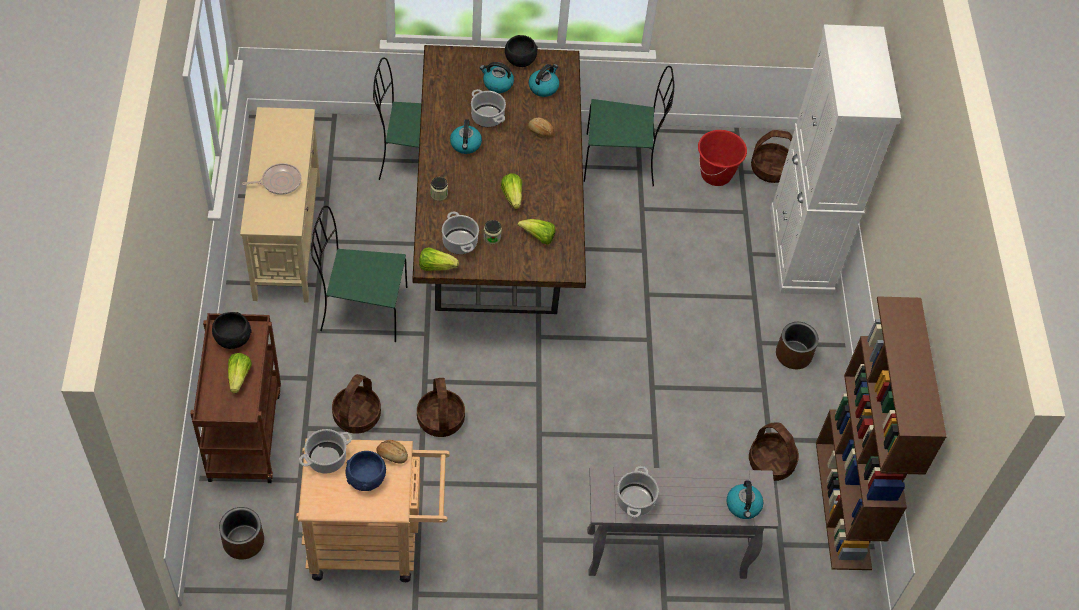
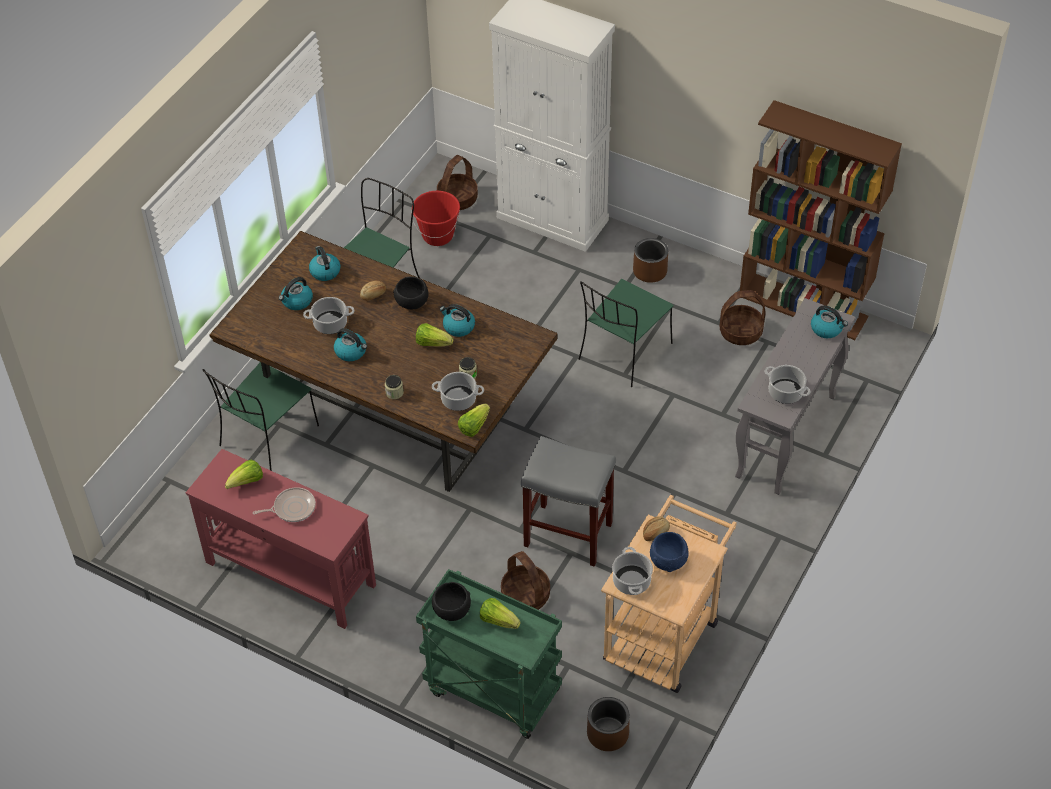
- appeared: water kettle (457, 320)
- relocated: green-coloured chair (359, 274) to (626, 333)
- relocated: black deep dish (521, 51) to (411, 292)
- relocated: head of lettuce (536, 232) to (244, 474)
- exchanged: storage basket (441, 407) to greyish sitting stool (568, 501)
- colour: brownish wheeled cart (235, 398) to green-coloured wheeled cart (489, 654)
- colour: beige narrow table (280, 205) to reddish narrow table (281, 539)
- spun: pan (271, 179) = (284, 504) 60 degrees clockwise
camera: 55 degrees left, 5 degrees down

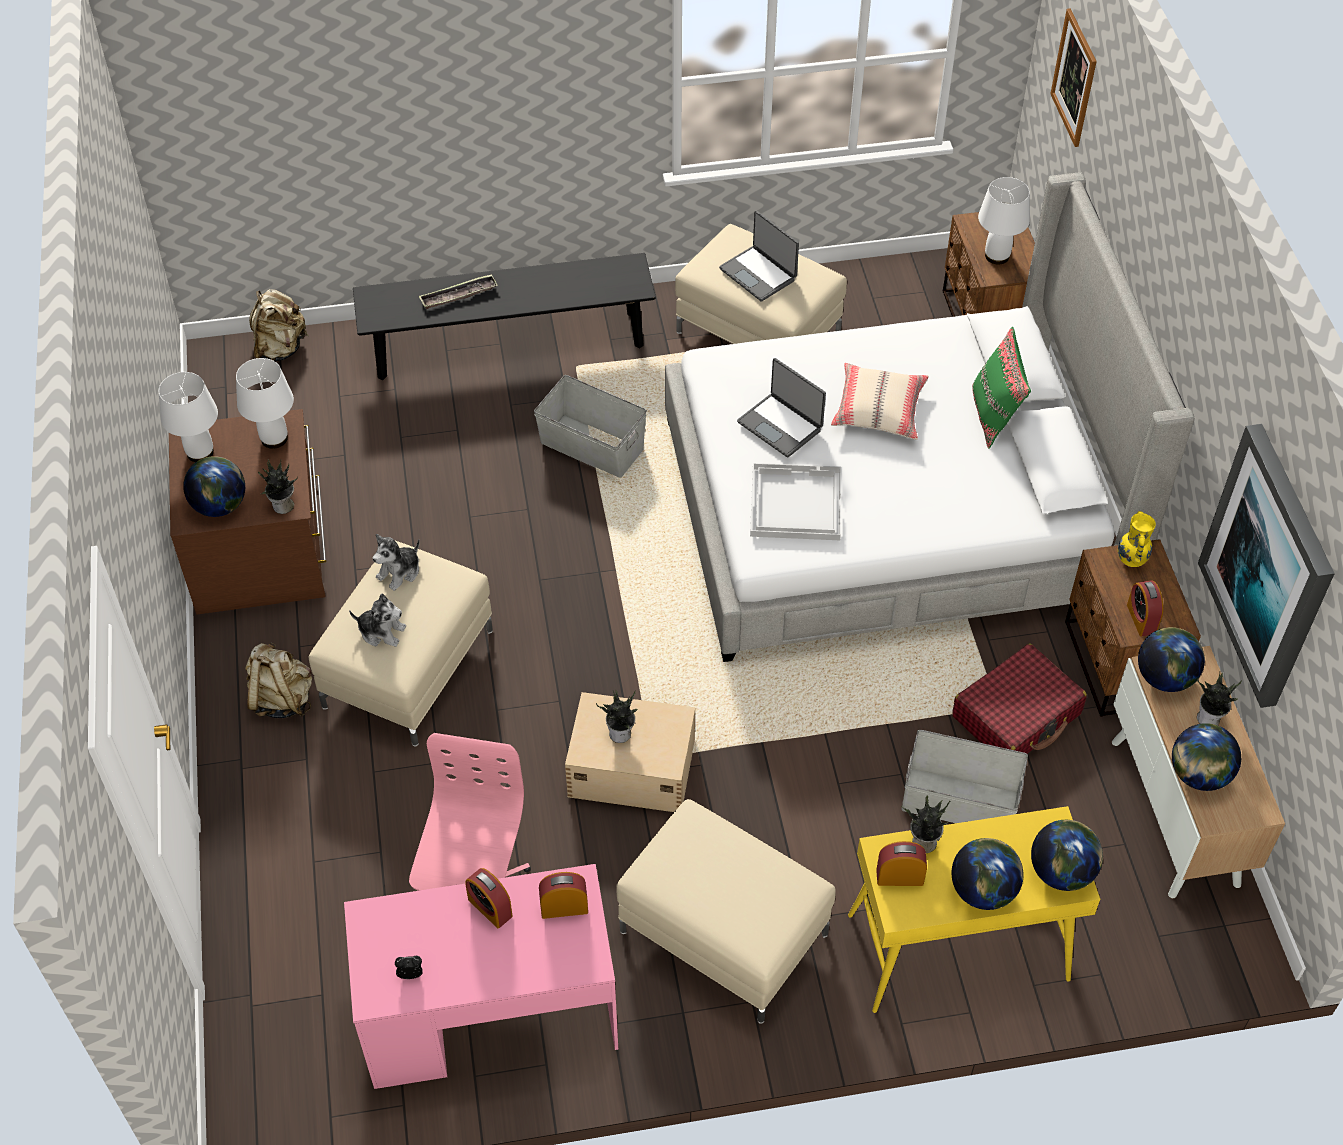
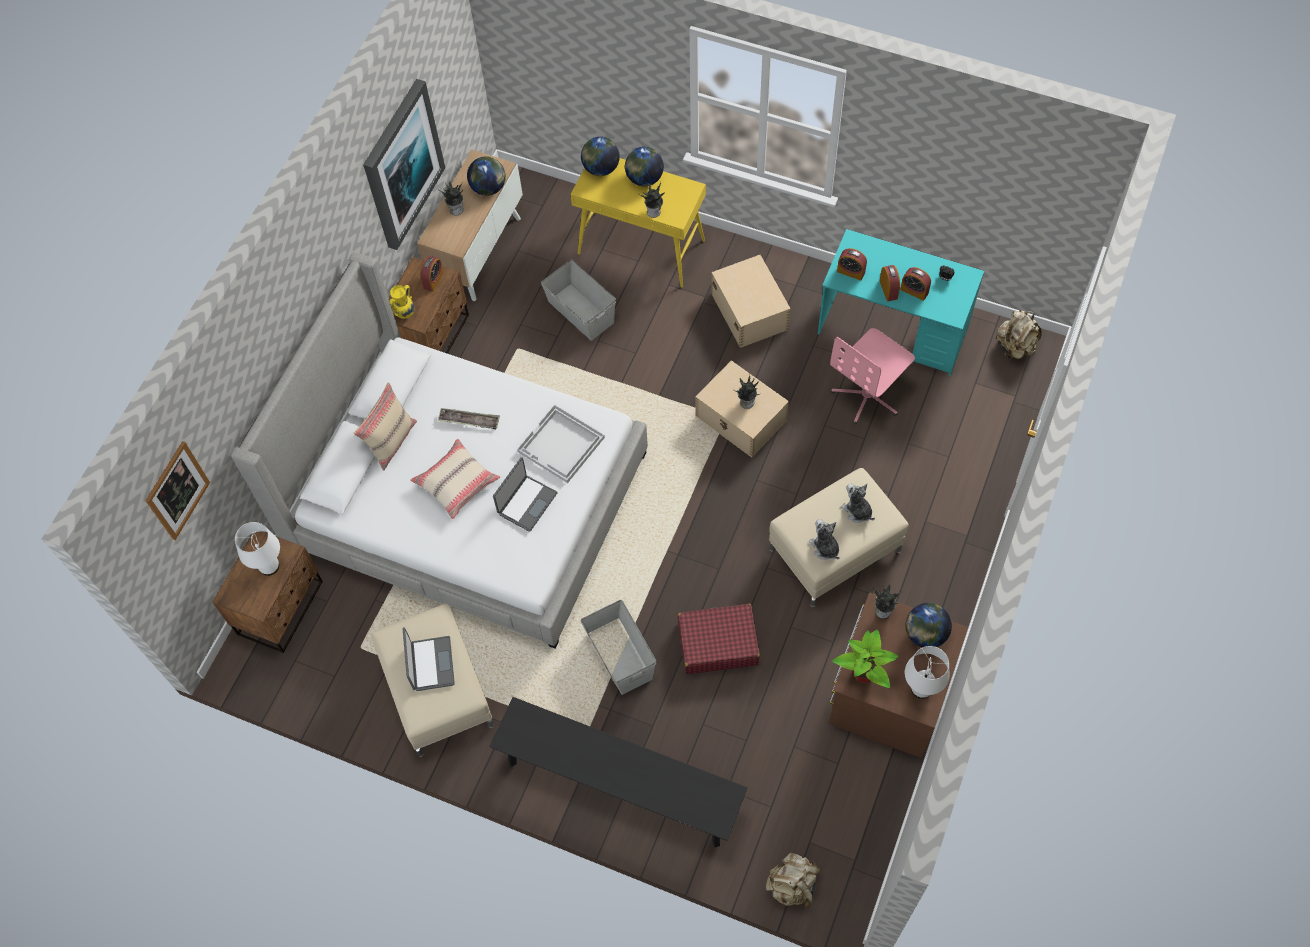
- missing: desk globe (1171, 659)
- relocated: beige backpack (278, 680) to (1019, 334)
- relocated: tray (458, 291) to (469, 419)
- relocated: table clock (901, 863) to (915, 284)
- relocated: reddish travel case (1019, 698) to (719, 639)
- exchanged: white table lamp (265, 403) to houseplant (865, 659)
- exchanged: beige footrest (726, 911) to beige storage box (751, 301)
- colour: pink-coloured desk table (481, 976) to blue-green desk table (901, 302)
- colour: green-coloured cushion (1001, 388) to beige cushion (385, 426)
- spun: cuddly toy (396, 562) = (824, 539) 105 degrees counterclockwise
- spun: notebook computer (781, 407) = (525, 494) 45 degrees clockwise
camera: 145 degrees left, 10 degrees up

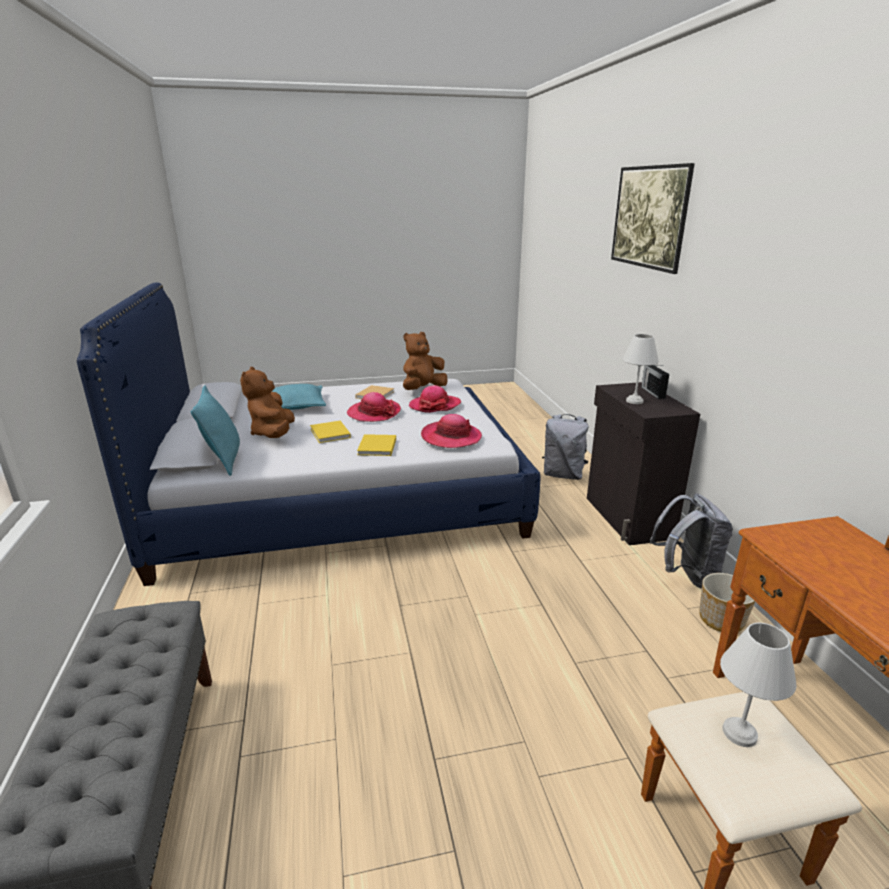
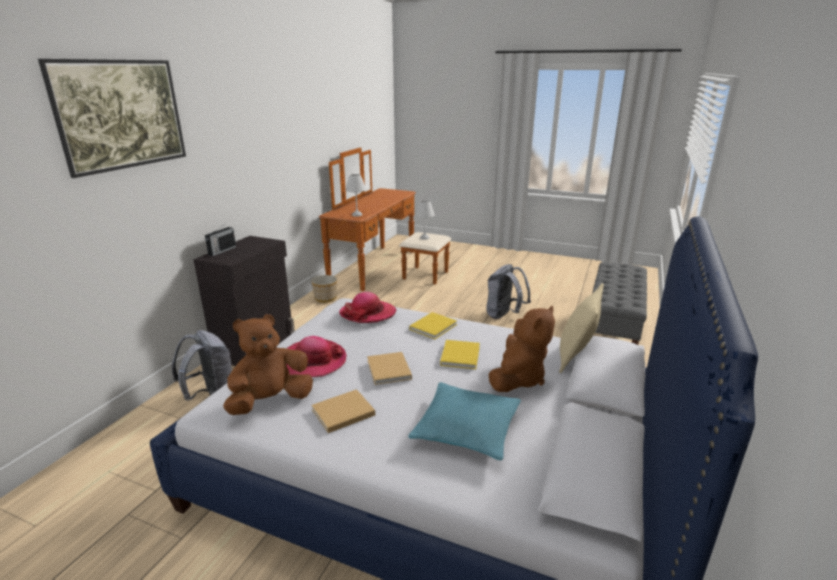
- relocated: white table lamp (640, 369) to (355, 195)
- relocated: greyish backpack (691, 541) to (508, 291)
- exchanged: hat (374, 407) to beige bound book (389, 368)
- colour: blue-green cushion (215, 430) to beige cushion (581, 328)
- spun: brownish cuddly toy (425, 361) = (268, 364) 150 degrees clockwise
camera: 145 degrees left, 0 degrees up

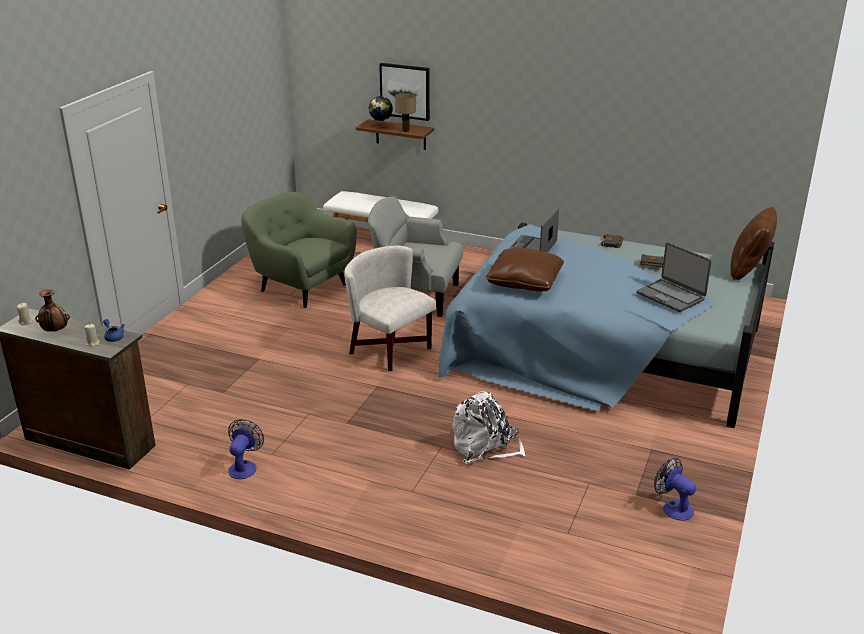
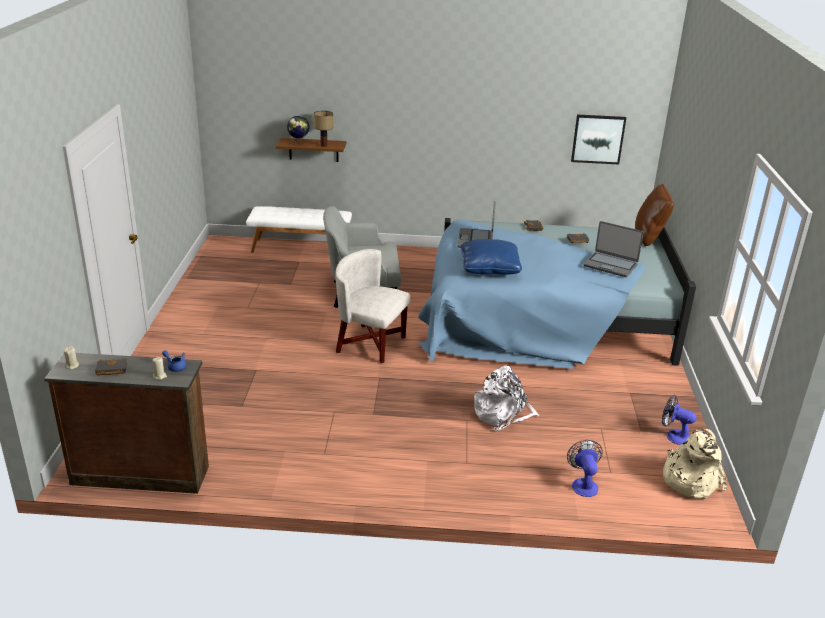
- missing: green-coloured armchair (299, 250)
- appeared: beige backpack (695, 464)
- relocated: fan (246, 449) to (585, 468)
- relocated: picture (404, 92) to (598, 139)
- exchanged: flower vase (52, 310) to black bound book (111, 367)
- colour: brownish cushion (525, 270) to blue-coloured cushion (491, 257)
camera: 20 degrees left, 0 degrees up

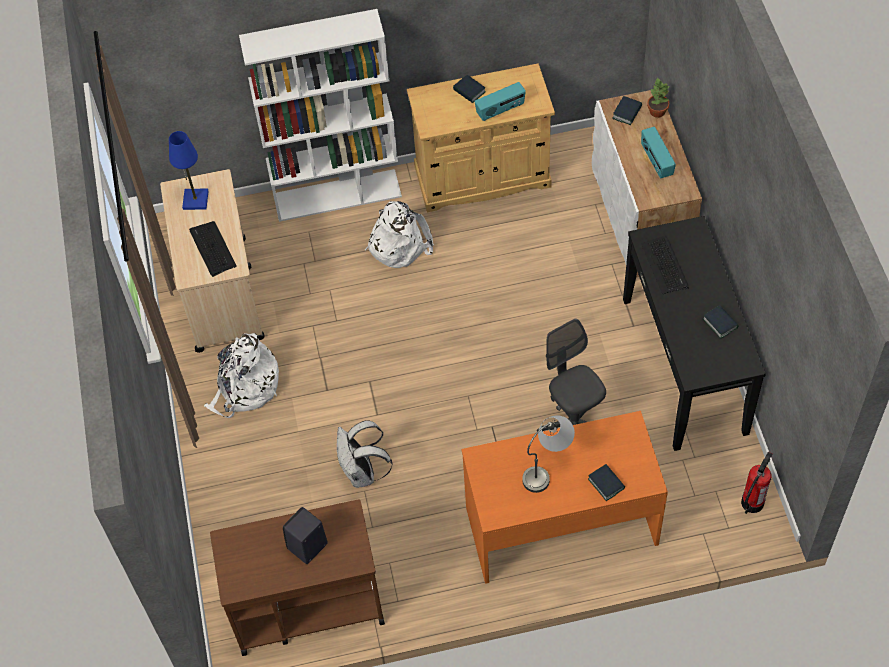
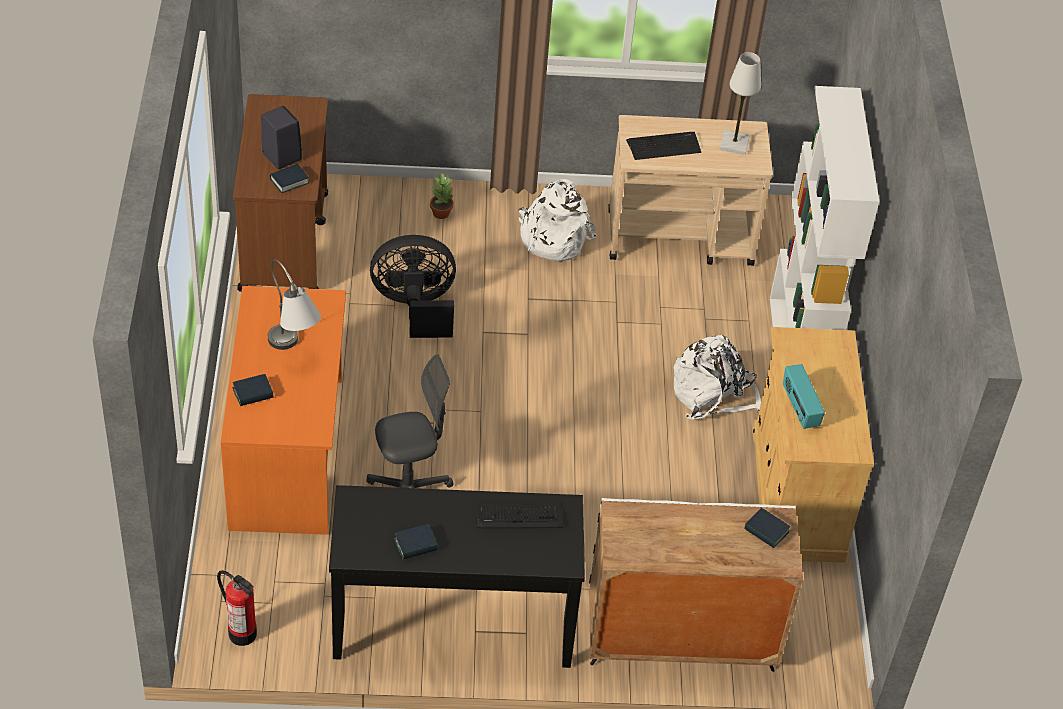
- missing: radio receiver (658, 152)
- relocated: bound book (469, 89) to (289, 178)
- relocated: houseplant (658, 98) to (442, 196)
- exchanged: white backpack (365, 454) to black fan (413, 286)
- colour: blue-coloured table lamp (188, 170) to white table lamp (740, 103)
camera: 95 degrees right, 10 degrees down

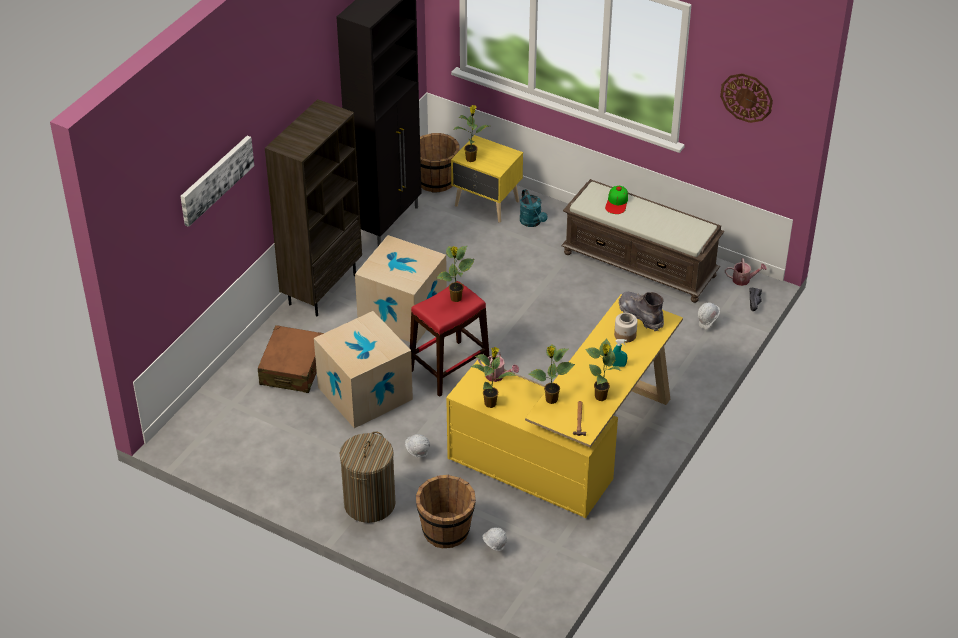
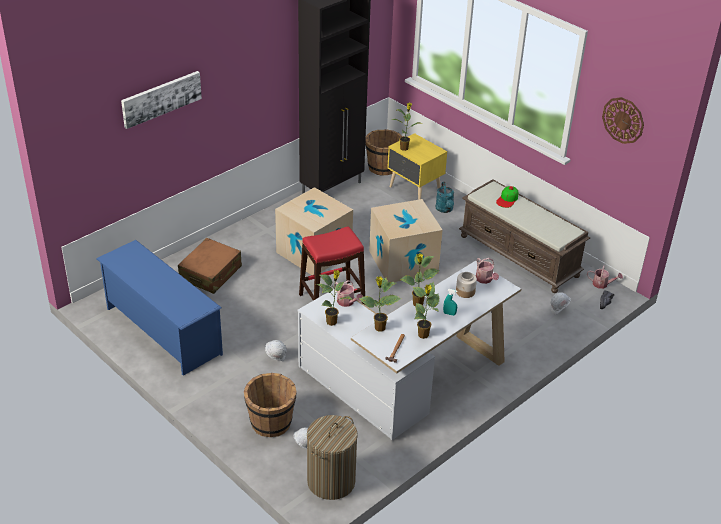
- missing: brownish shelving unit (313, 207)
- appeared: blue-coloured shoe stand (159, 308)
- relocated: packing box (363, 369) to (406, 240)
- relocated: laundry basket (367, 477) to (332, 457)
- relocated: houseplant (455, 273) to (419, 279)
- exchanged: greyish tall boot (641, 311) to watering pot (487, 271)
- colour: yellowish desk table (564, 406) to white desk table (409, 350)
camera: 15 degrees right, 5 degrees down

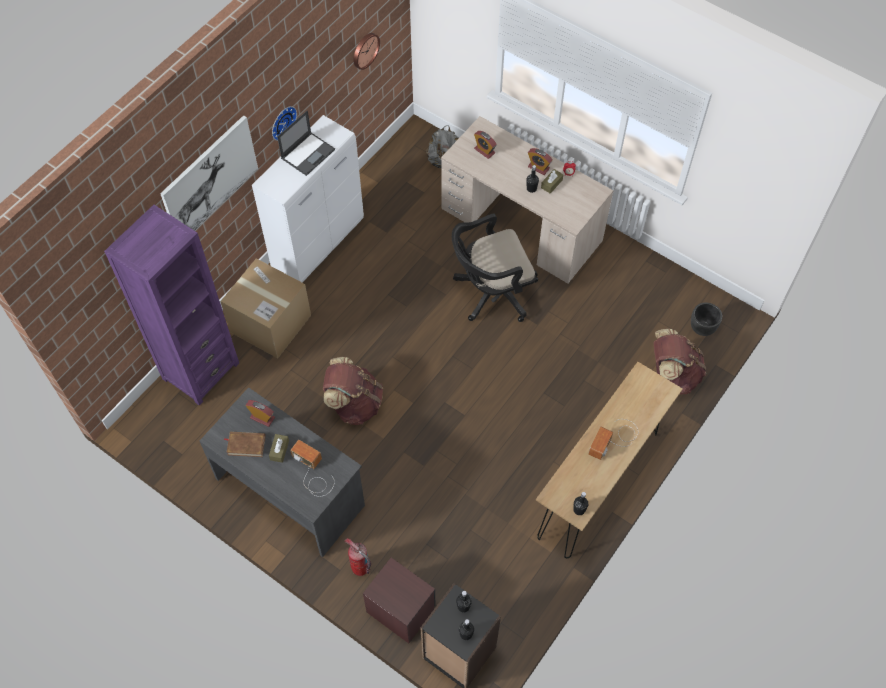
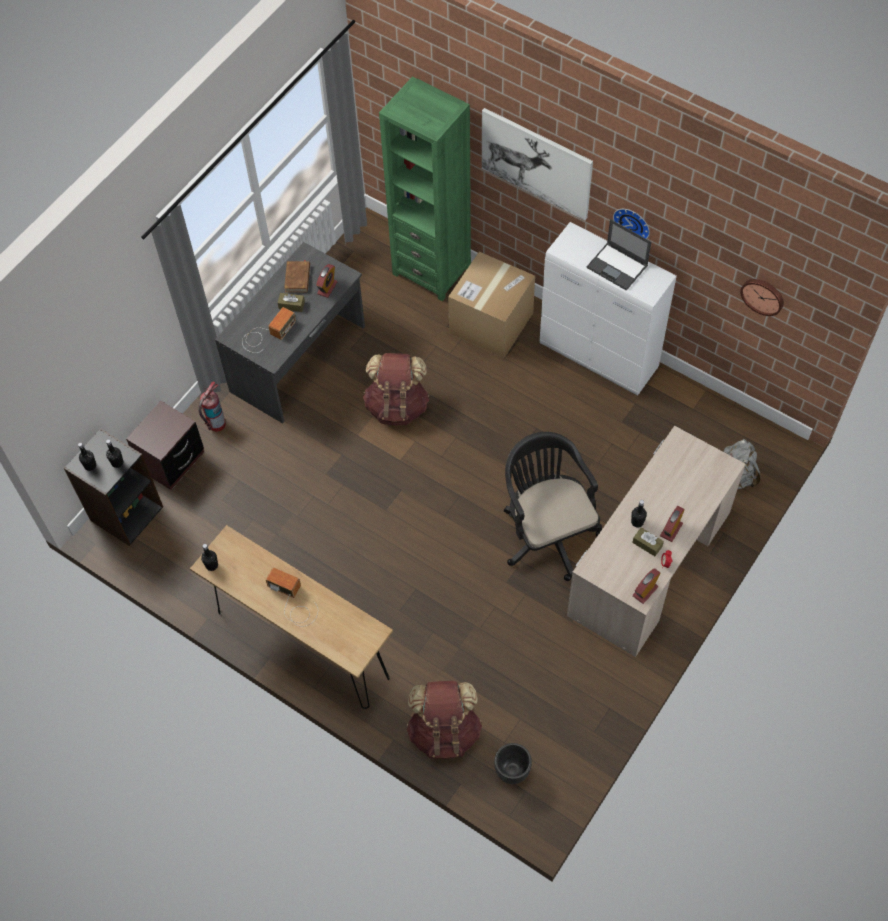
- relocated: table clock (485, 145) to (646, 586)
- colour: purple-coloured shelving unit (171, 305) to green-coloured shelving unit (425, 188)
camera: 90 degrees right, 0 degrees up

